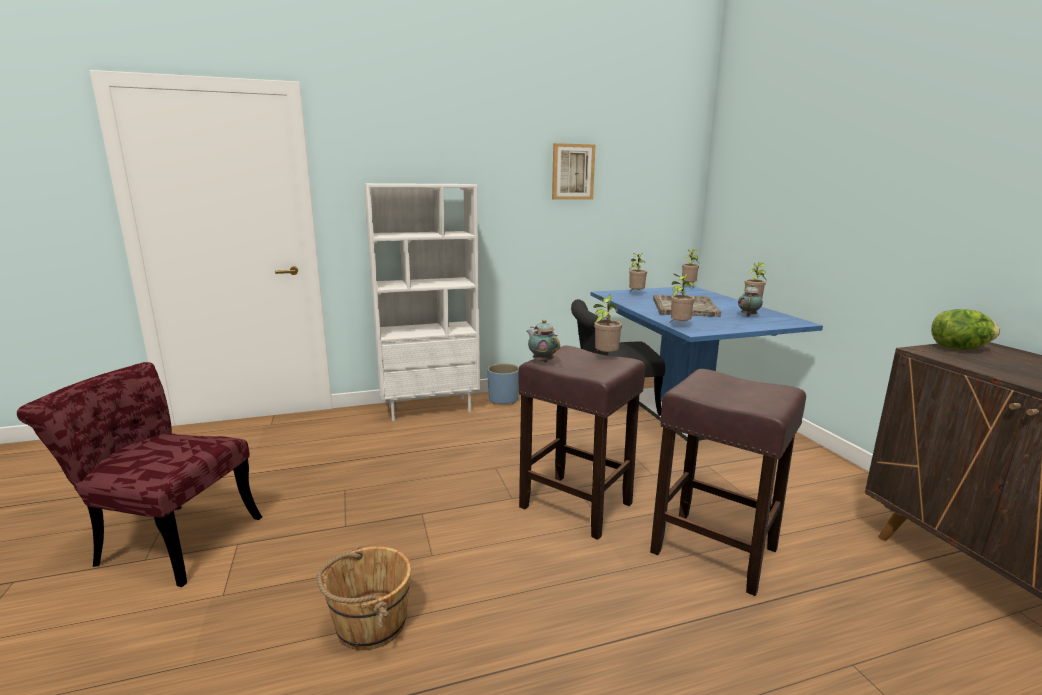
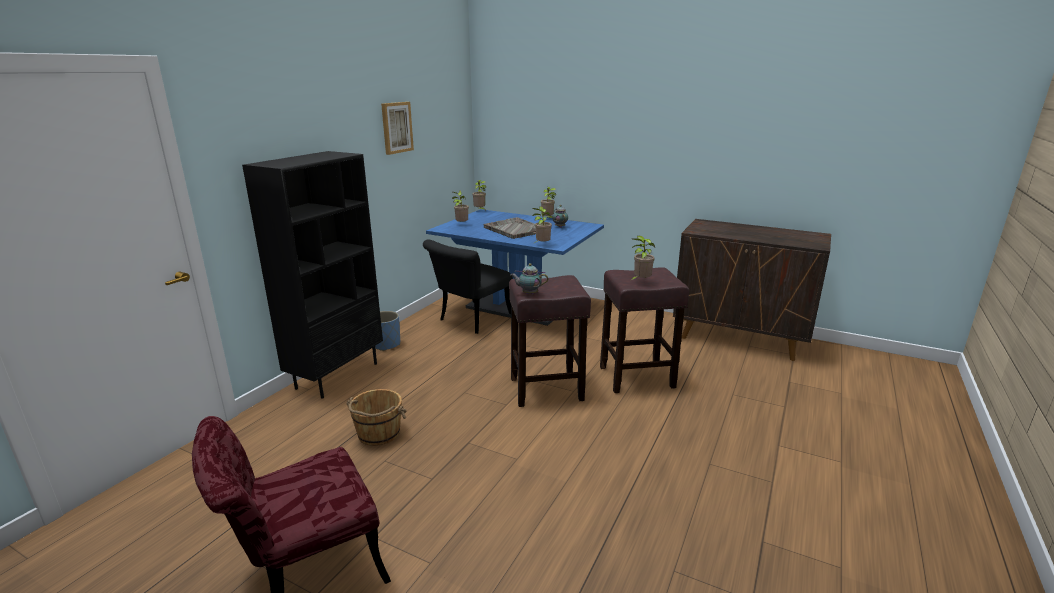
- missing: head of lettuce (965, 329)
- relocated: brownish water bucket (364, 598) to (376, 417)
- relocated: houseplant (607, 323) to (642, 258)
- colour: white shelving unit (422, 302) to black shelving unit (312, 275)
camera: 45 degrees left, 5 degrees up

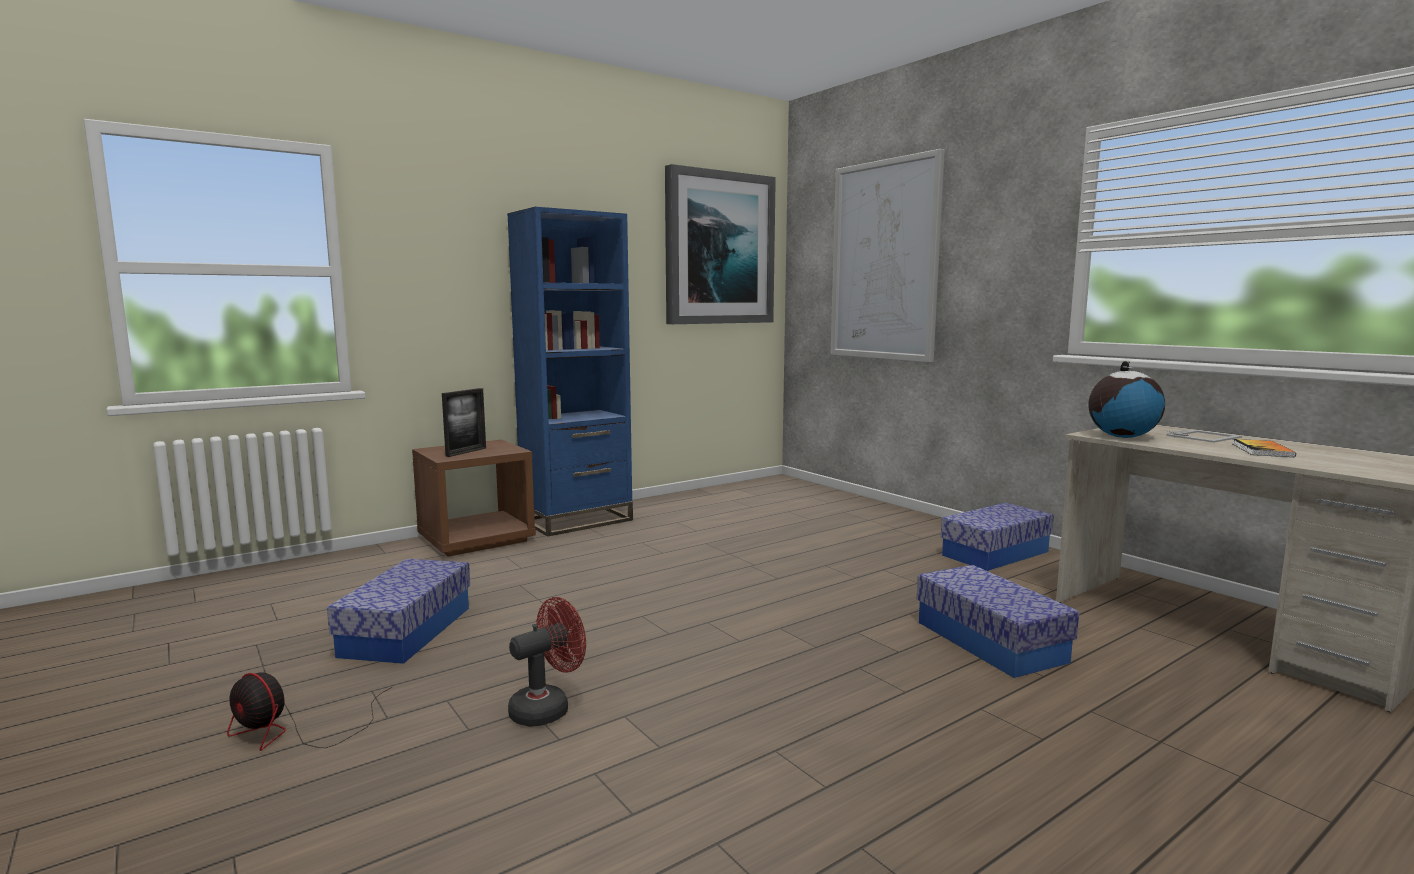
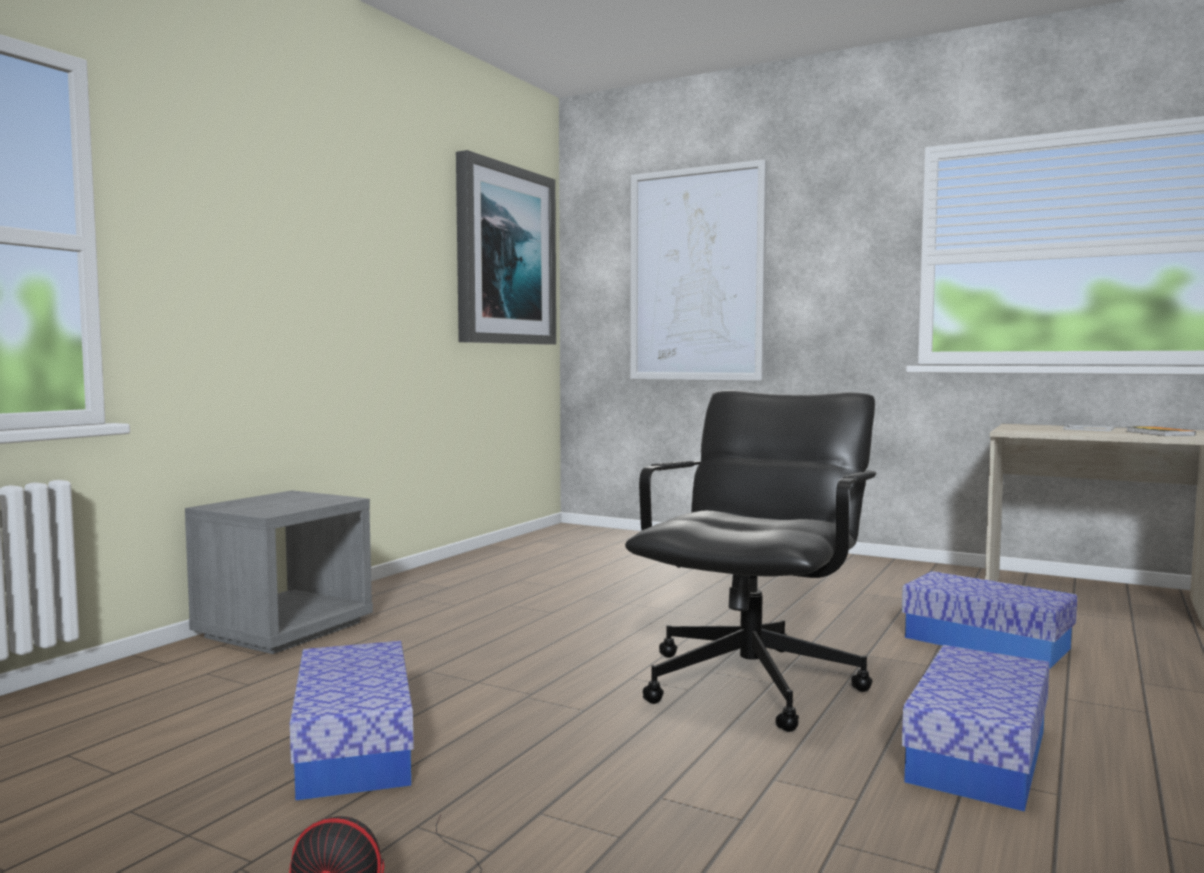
- missing: standing frame (464, 422)
- missing: blue-coloured shelving unit (570, 372)
- missing: reddish fan (547, 662)
- missing: desk globe (1126, 399)
- appeared: black computer chair (750, 561)
- relocated: storage box (997, 537) to (976, 728)
- colour: brownish night table (474, 498) to greyish night table (279, 572)
camera: 25 degrees left, 5 degrees down

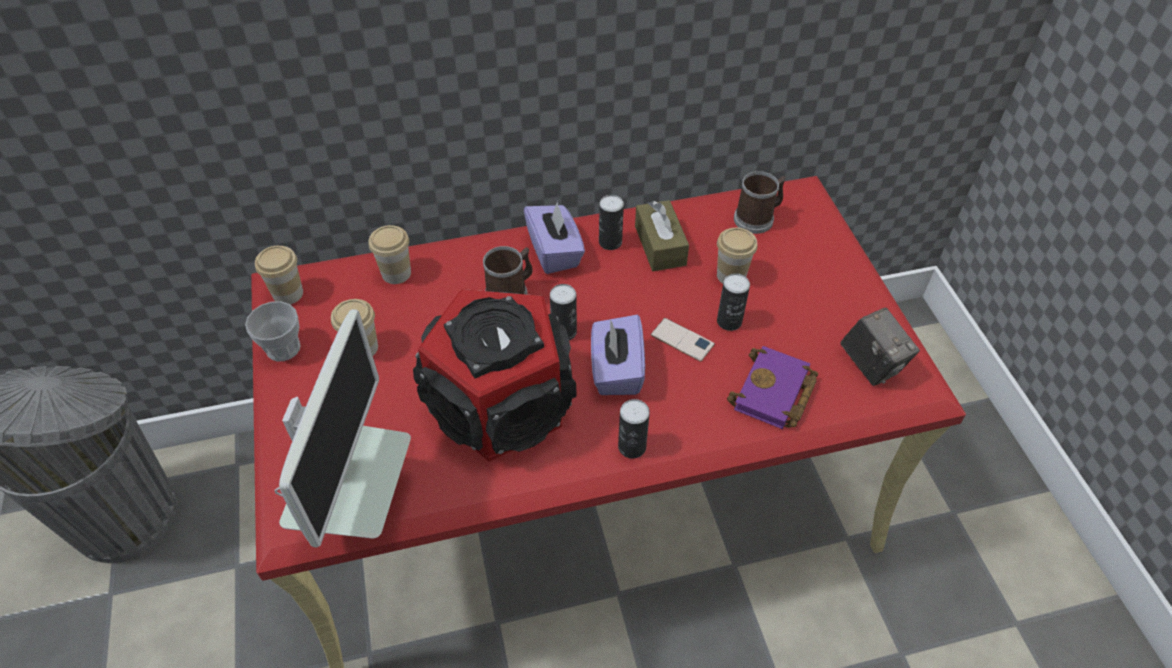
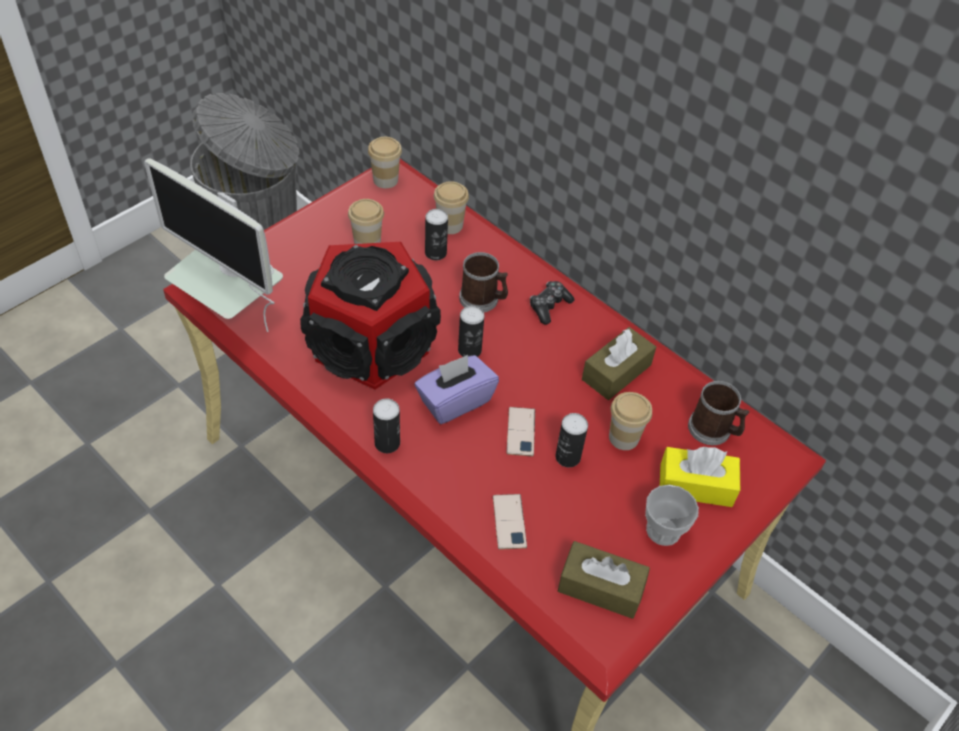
- appeared: yellowish tissue holder (700, 477)
- relocated: small cup (272, 331) to (672, 515)
- relocated: metal can (611, 222) to (436, 234)
- exchanged: purple-coloured tissue holder (554, 237) to gamepad (552, 302)
- exchanged: purple-coloured bound book (772, 387) to handset (510, 522)
- exchanged: still camera (880, 347) to brownish tissue holder (604, 580)
- spun: computer display (342, 428) = (213, 245) 60 degrees clockwise
camera: 55 degrees right, 0 degrees up

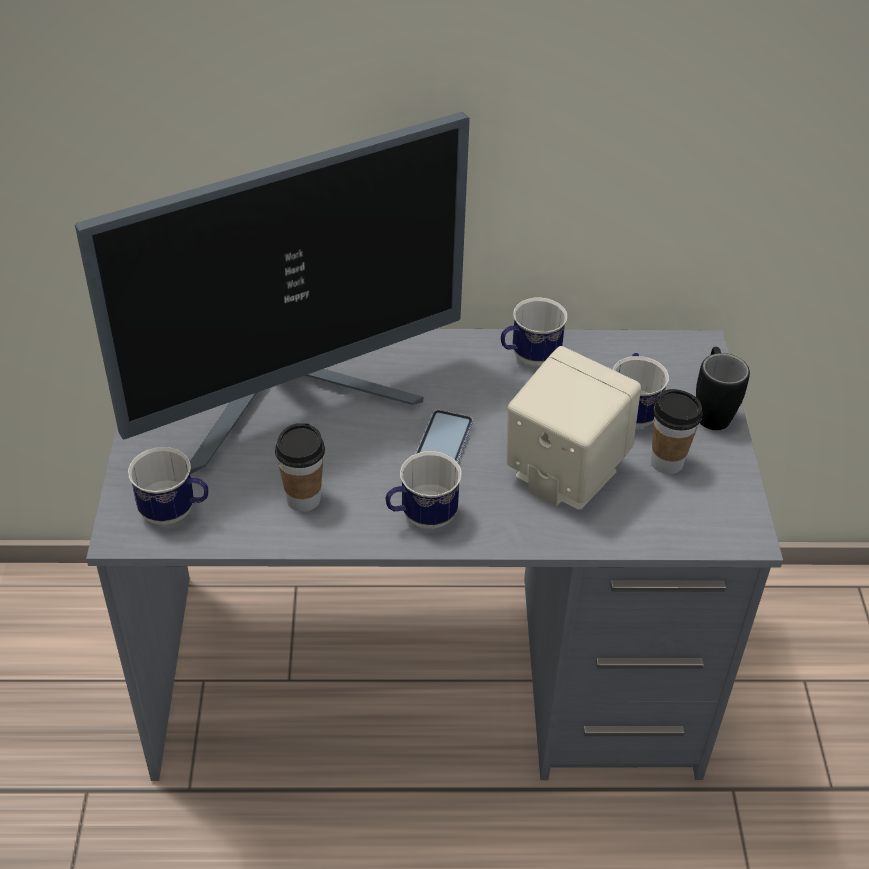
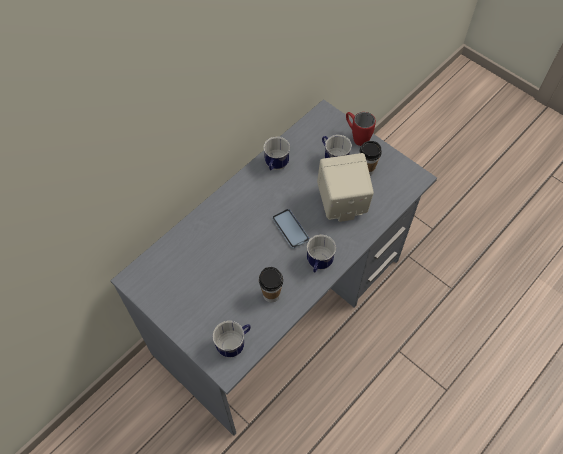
- missing: computer display (272, 293)
- colour: black mug (723, 388) to reddish mug (361, 129)
camera: 45 degrees left, 15 degrees up

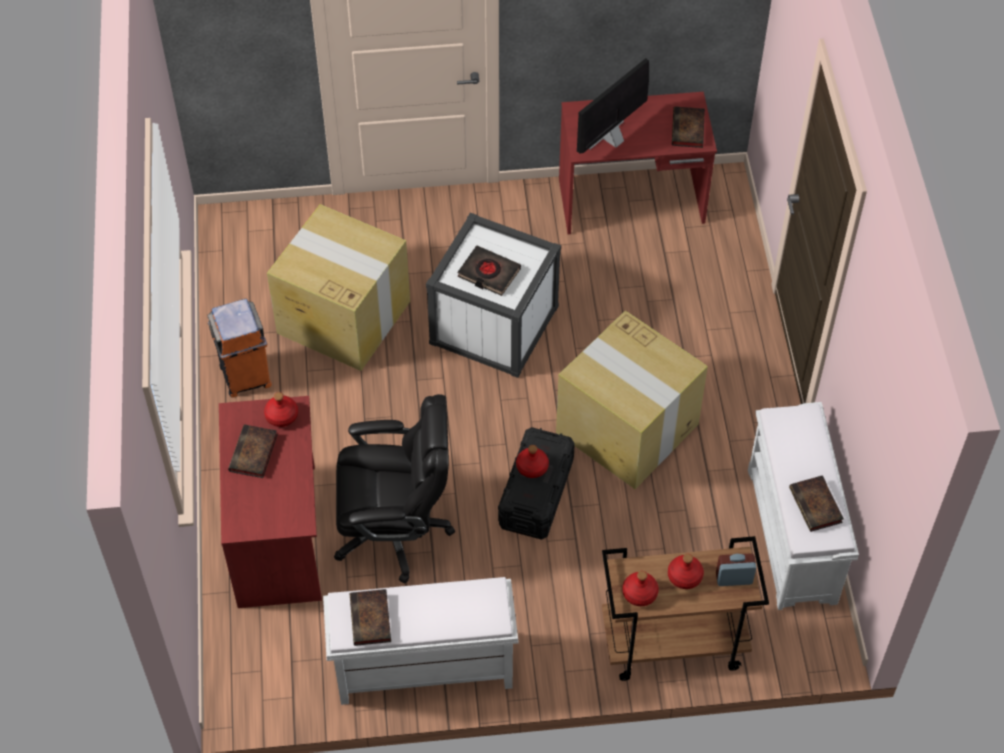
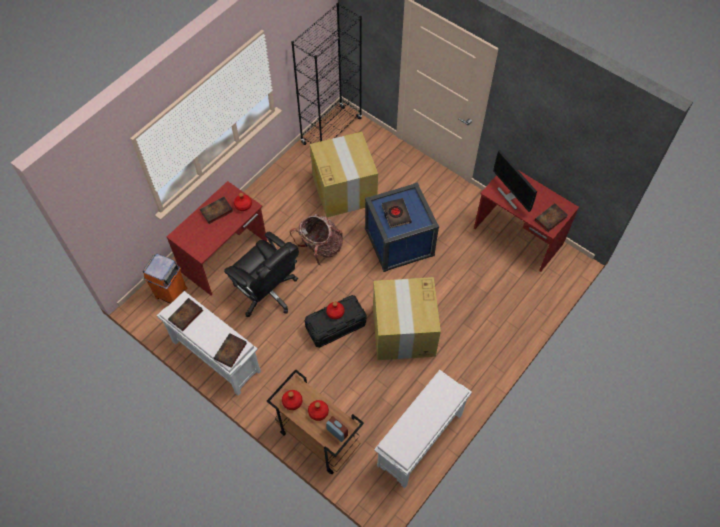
- appeared: backpack (316, 240)
- appeared: black shelving unit (326, 74)
- relocated: orange trash can (240, 348) to (165, 279)
- relocated: bound book (816, 503) to (230, 350)
- colour: white storage box (493, 295) to blue-coloured storage box (402, 227)
- spun: computer display (613, 106) = (515, 181) 120 degrees counterclockwise
camera: 45 degrees right, 5 degrees up

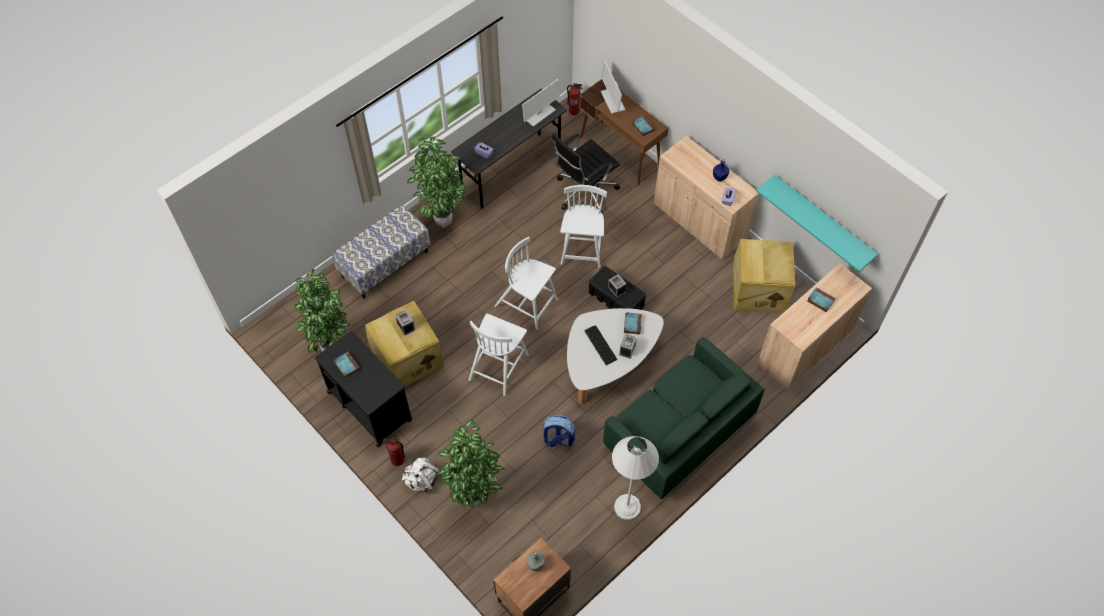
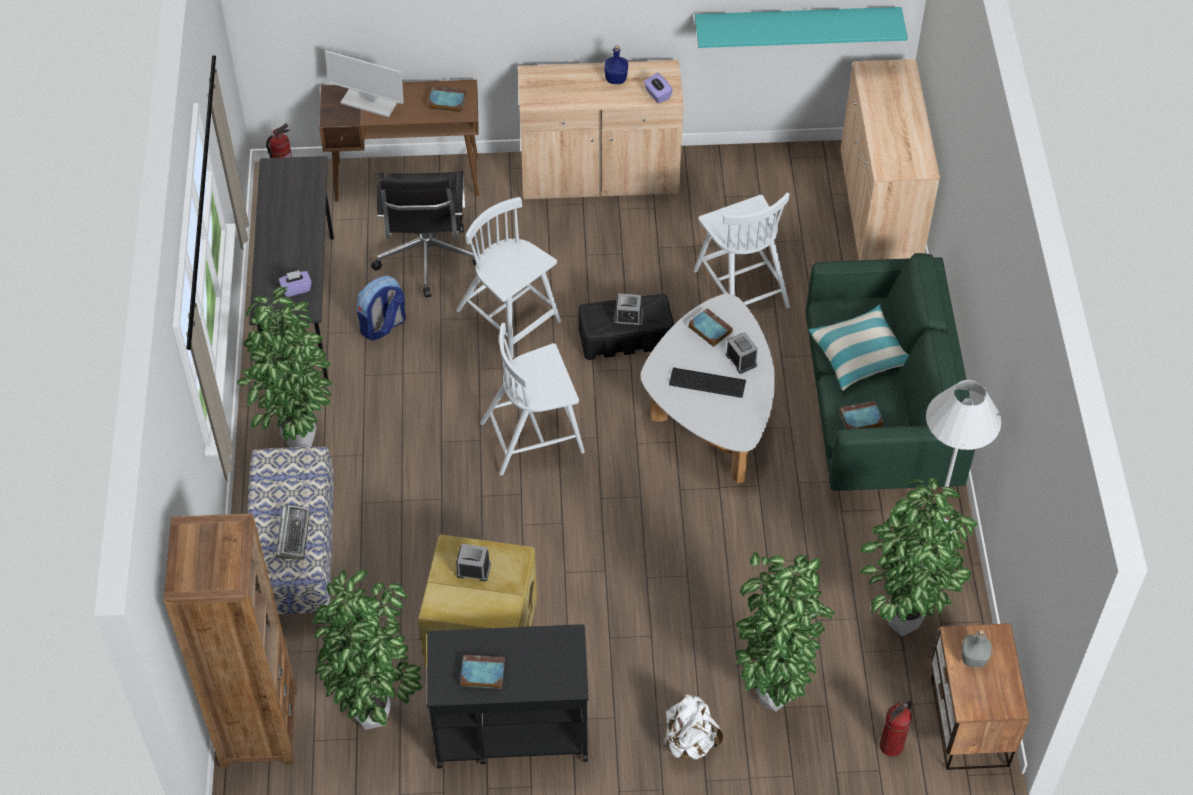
- missing: computer display (541, 103)
- missing: beige storage box (764, 276)
- appeared: brownish shelving unit (230, 640)
- appeared: computer keyboard (293, 532)
- appeared: cushion (859, 348)
- appeared: houseplant (919, 556)
- relocated: fire extinguisher (394, 452) to (896, 729)
- relocated: white chair (499, 355) to (742, 250)
- relocated: backpack (558, 431) to (381, 308)
- relocated: bound book (821, 300) to (861, 415)
camera: 50 degrees left, 5 degrees down

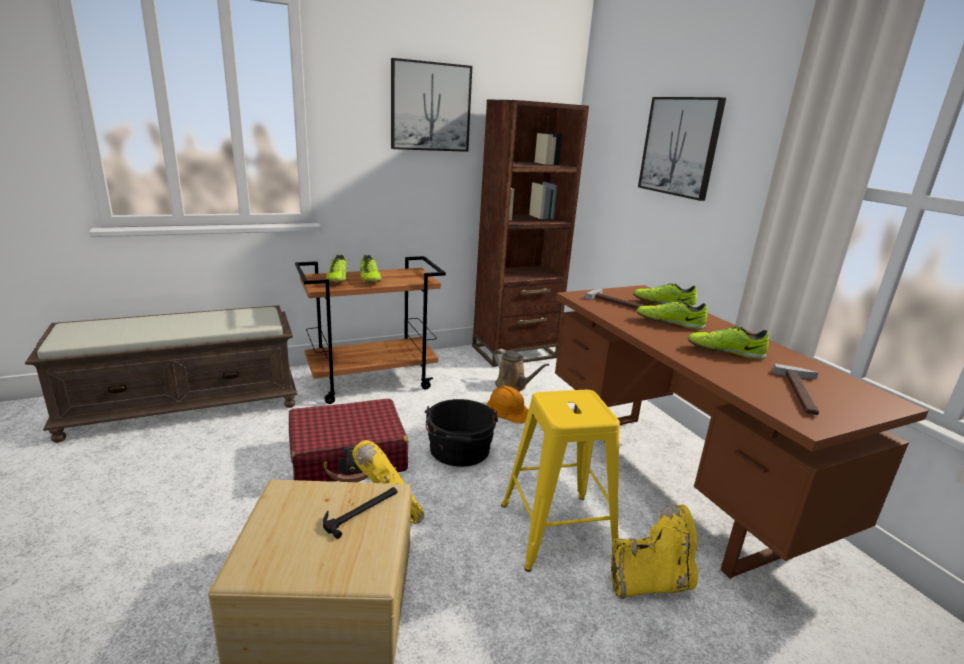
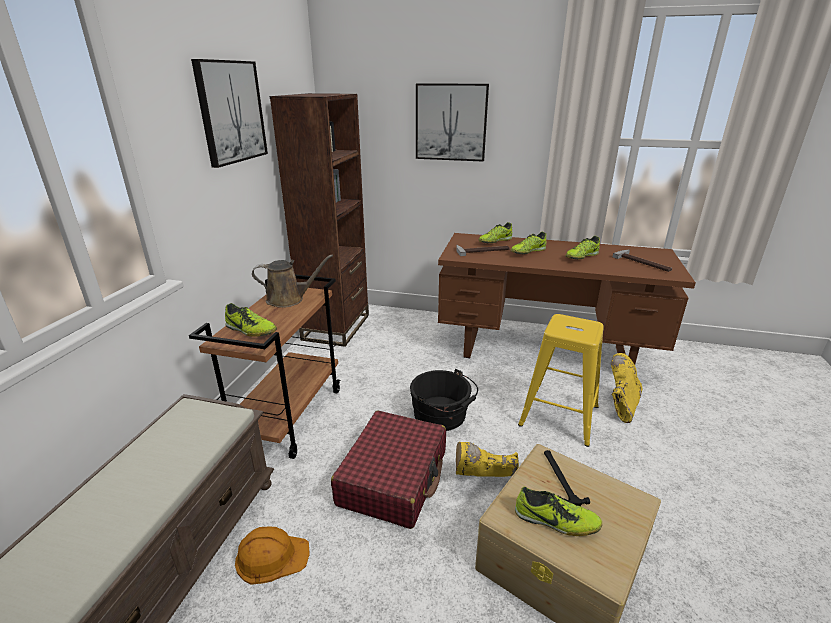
- relocated: low shoe (371, 268) to (558, 511)
- relocated: orange safety helmet (507, 405) to (272, 556)
- relocated: brownish watering pot (522, 370) to (292, 281)
camera: 50 degrees left, 5 degrees up

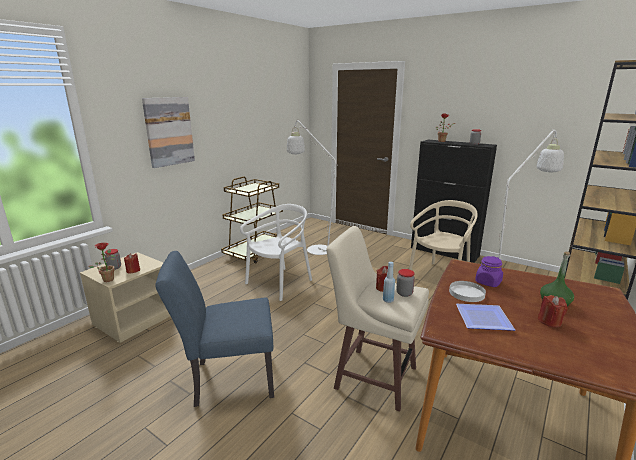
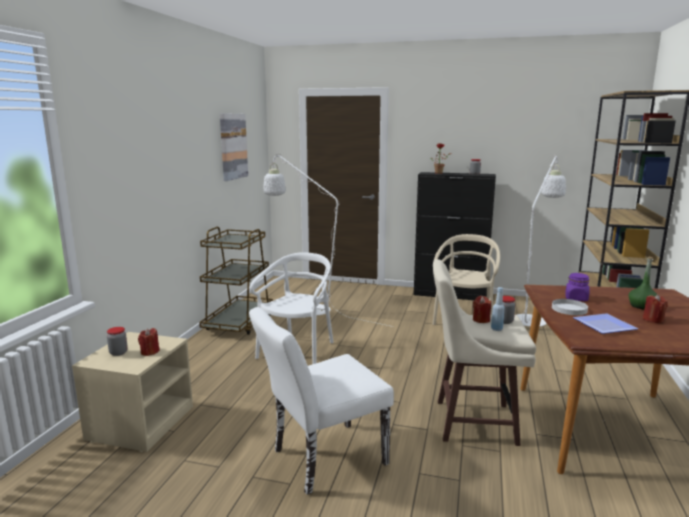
- missing: houseplant (102, 262)
- relocated: picture (168, 132) to (234, 147)
- colour: blue-coloured chair (214, 329) to white chair (321, 401)
camera: 20 degrees left, 5 degrees down

